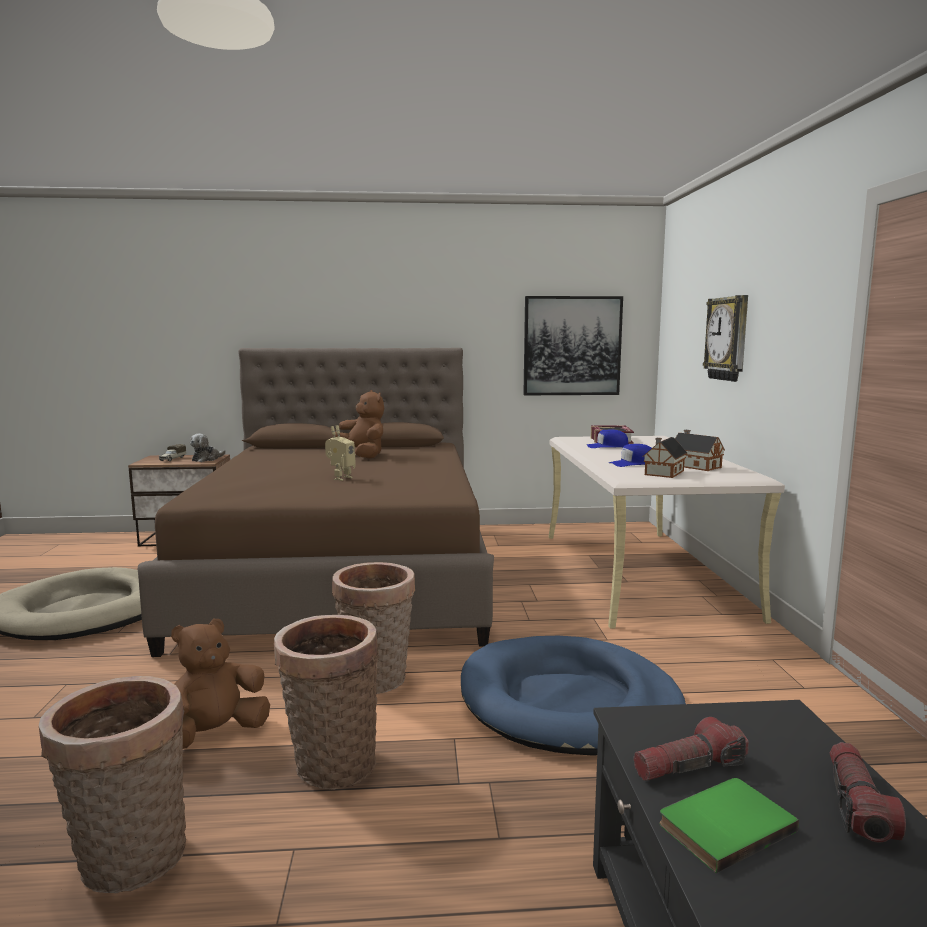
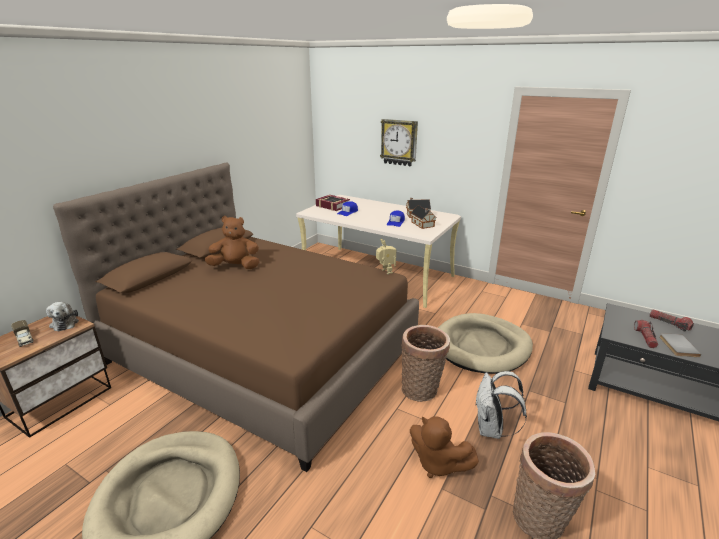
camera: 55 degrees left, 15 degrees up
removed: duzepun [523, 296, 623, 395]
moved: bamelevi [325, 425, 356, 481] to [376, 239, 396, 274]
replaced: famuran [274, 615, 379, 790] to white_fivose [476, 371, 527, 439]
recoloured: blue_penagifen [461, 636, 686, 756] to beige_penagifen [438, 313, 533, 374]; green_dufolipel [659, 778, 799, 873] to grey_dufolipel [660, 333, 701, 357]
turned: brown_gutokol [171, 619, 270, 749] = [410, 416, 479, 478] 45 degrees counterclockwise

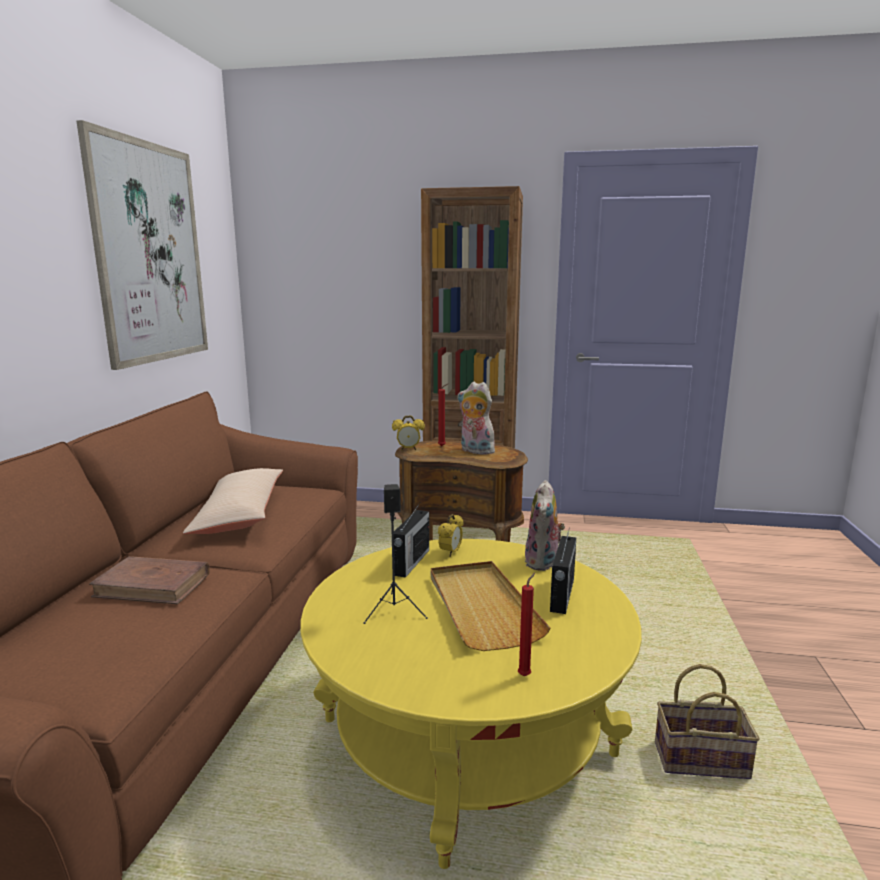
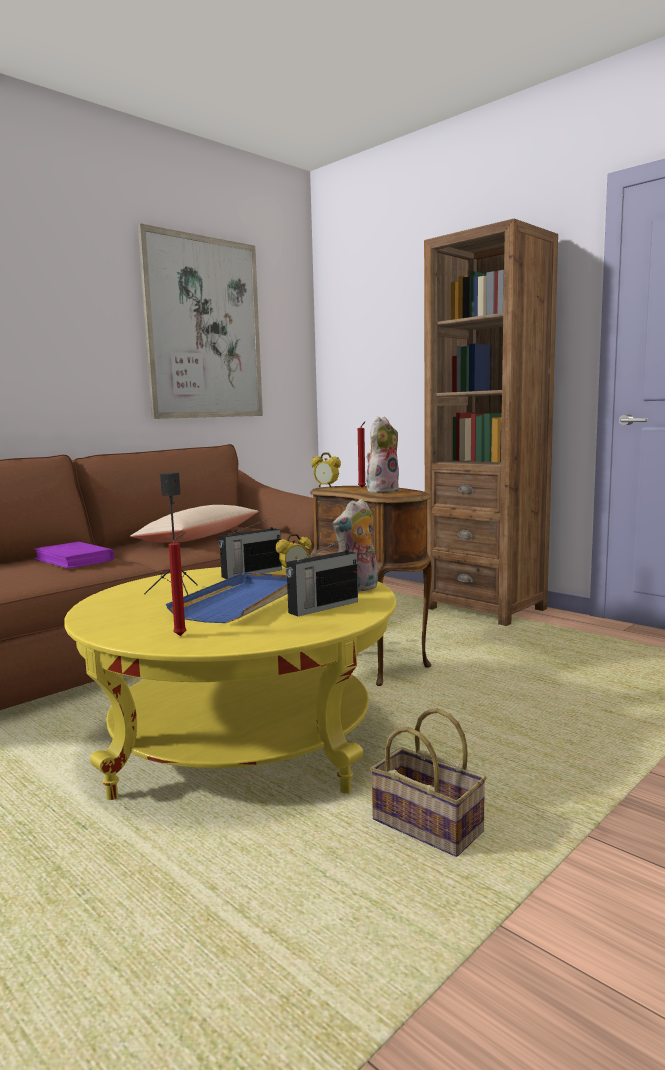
camera: 35 degrees right, 5 degrees down
recoloured: brown_dufolipel [89, 556, 210, 604] to purple_dufolipel [34, 542, 115, 569]; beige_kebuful [431, 561, 550, 651] to blue_kebuful [166, 572, 288, 623]
turned: gutokol [457, 382, 495, 454] = [367, 416, 399, 493] 60 degrees clockwise

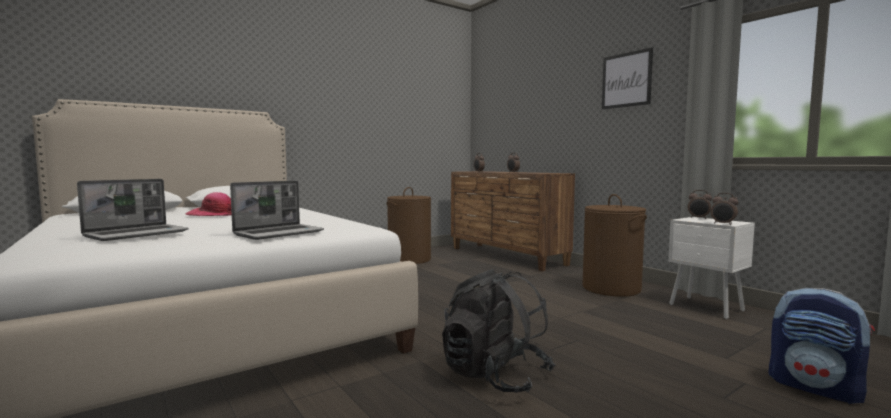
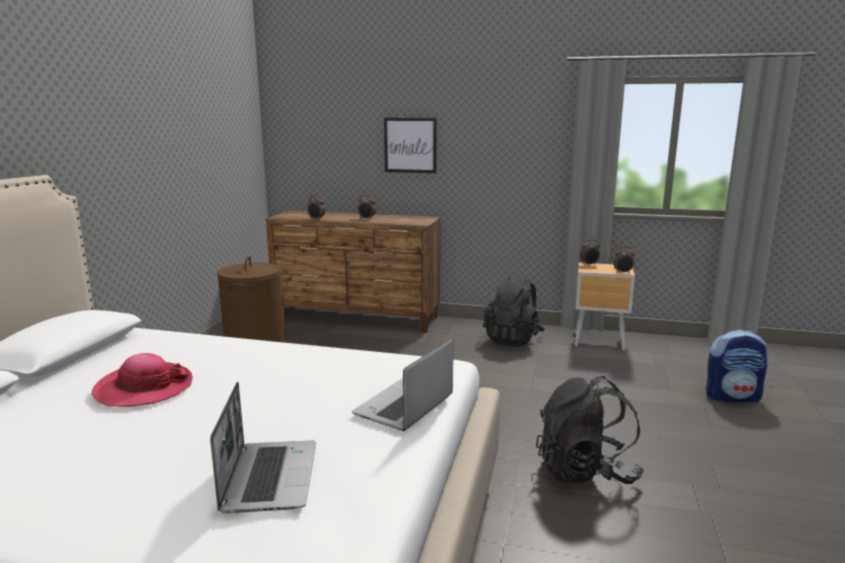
camera: 40 degrees left, 10 degrees up
moved: duzepun [602, 47, 653, 110] to [384, 118, 437, 173]
replaced: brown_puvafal [583, 194, 647, 297] to black_fivose [483, 277, 545, 347]
recoloured: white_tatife [668, 217, 755, 319] to brown_tatife [574, 262, 635, 351]
turned: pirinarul [230, 181, 324, 240] = [352, 339, 453, 431] 150 degrees counterclockwise

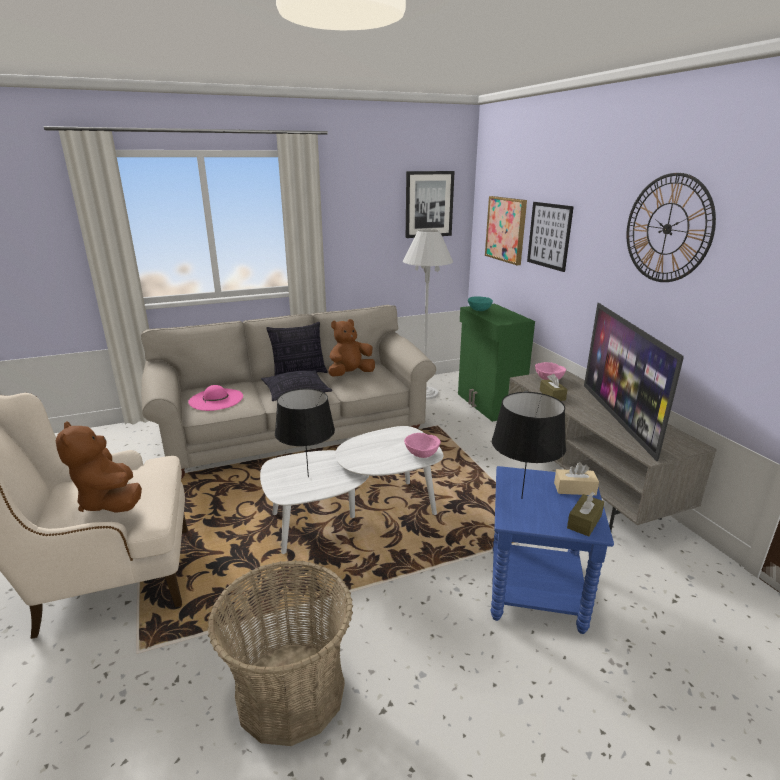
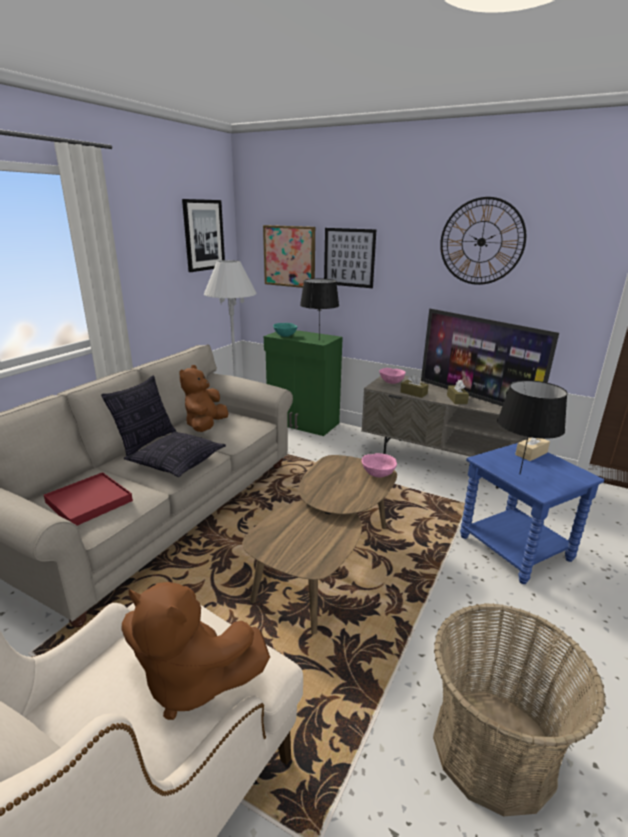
camera: 40 degrees left, 0 degrees up
moved: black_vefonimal [275, 389, 335, 478] to [300, 279, 339, 333]; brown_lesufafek [567, 492, 604, 536] to [447, 380, 469, 404]
replaced: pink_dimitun [188, 385, 243, 411] to red_kebuful [44, 472, 133, 526]
recoloured: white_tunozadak [260, 426, 443, 554] to brown_tunozadak [242, 455, 397, 634]

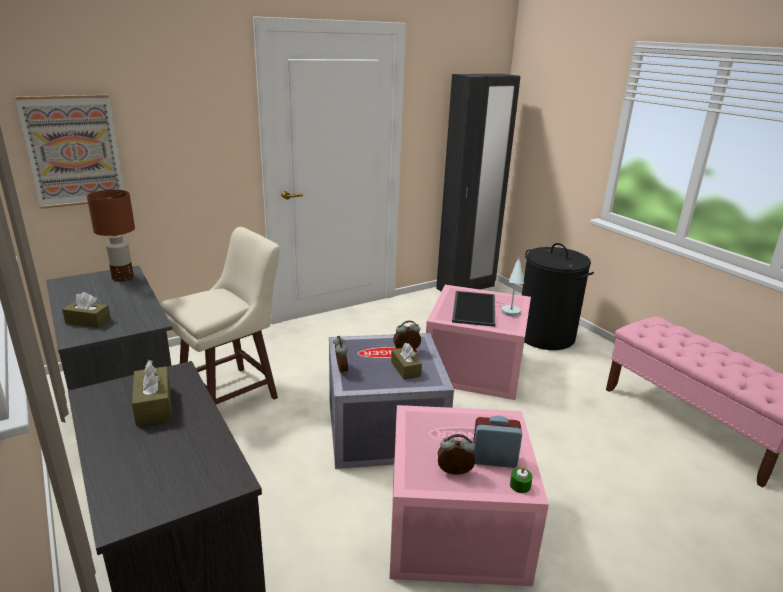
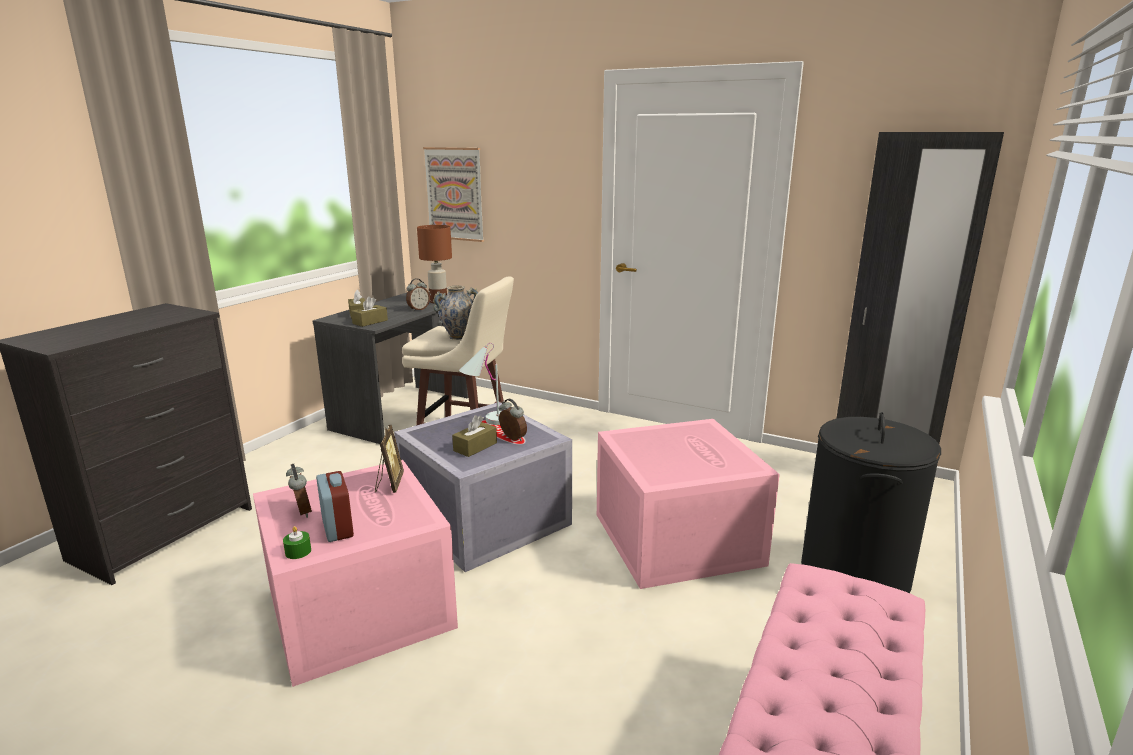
camera: 60 degrees right, 5 degrees down
removed: kebuful [452, 291, 495, 327]
added: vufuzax [433, 285, 478, 340]; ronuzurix [375, 425, 404, 493]
moved: white_vefonimal [501, 256, 524, 317] to [459, 343, 501, 425]; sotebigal [333, 336, 348, 375] to [406, 279, 430, 311]; brown_lesufafek [132, 360, 172, 426] to [351, 296, 388, 327]

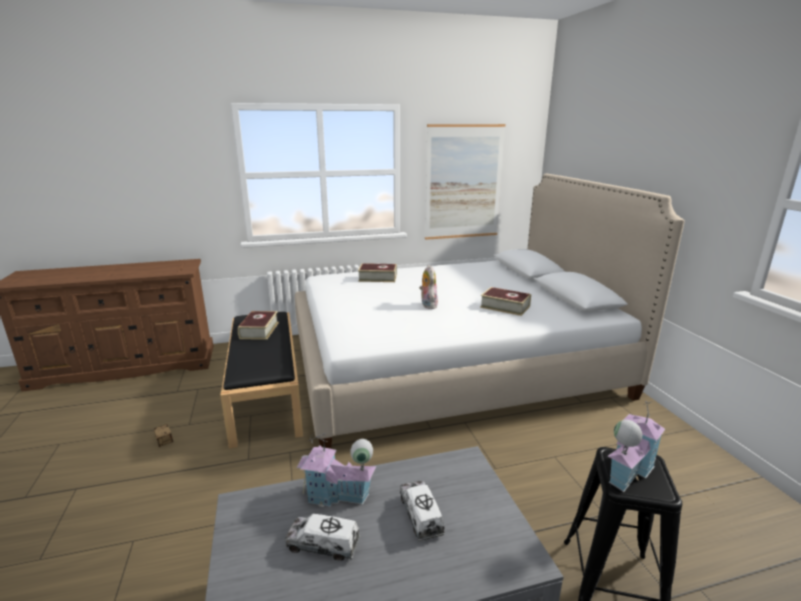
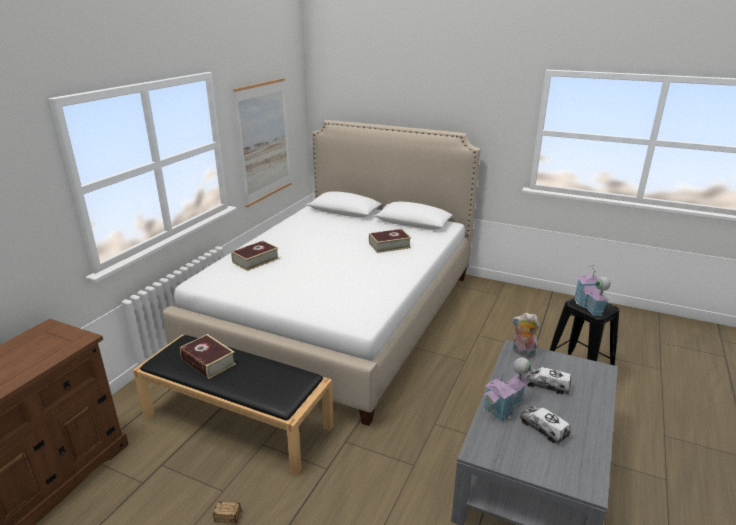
camera: 50 degrees left, 5 degrees up
moved: gutokol [419, 265, 438, 309] to [512, 313, 539, 358]
turned: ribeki [285, 514, 360, 561] = [520, 406, 571, 445] 90 degrees clockwise

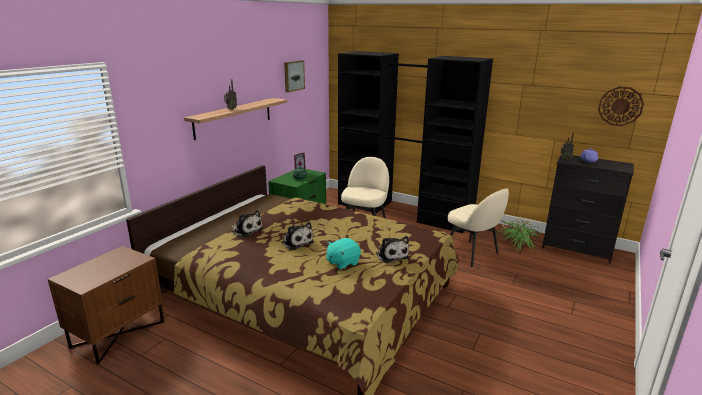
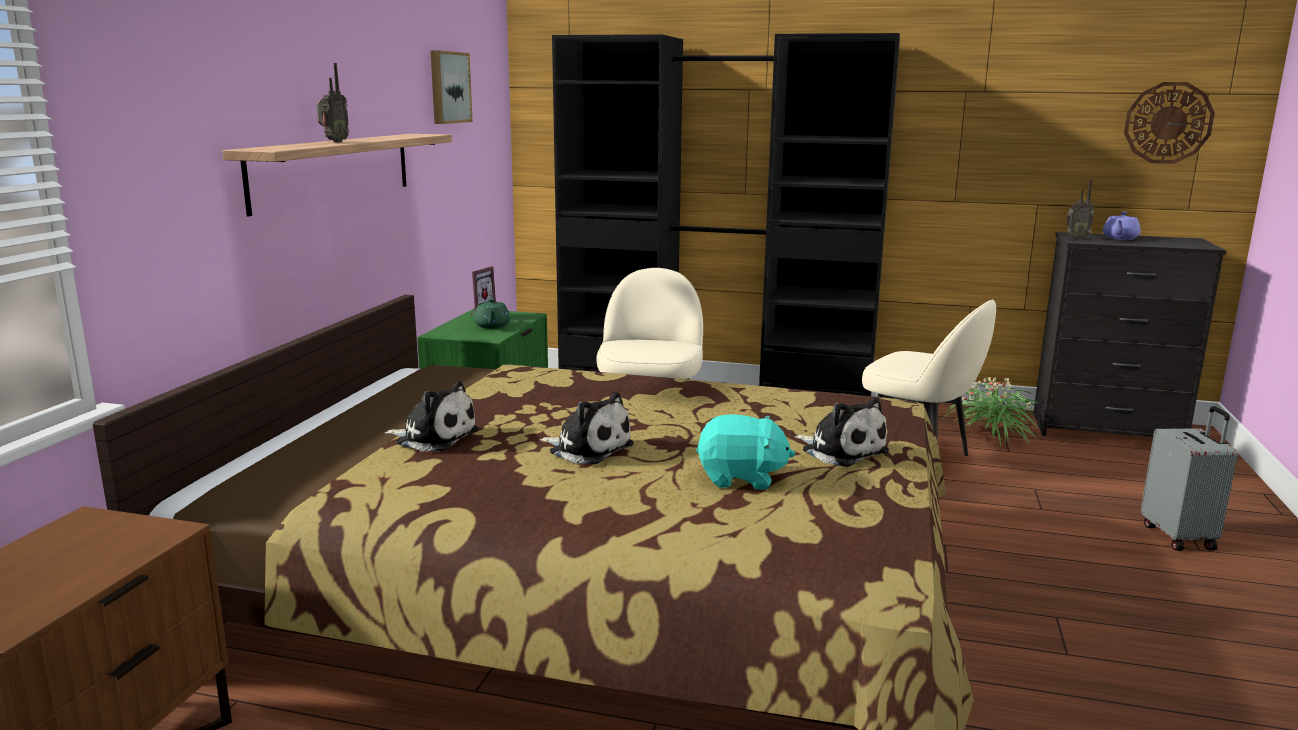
camera: 15 degrees left, 5 degrees down
added: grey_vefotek [1141, 406, 1238, 551]
turned: turquoise_gutokol [326, 238, 361, 270] = [696, 415, 795, 490] 120 degrees counterclockwise

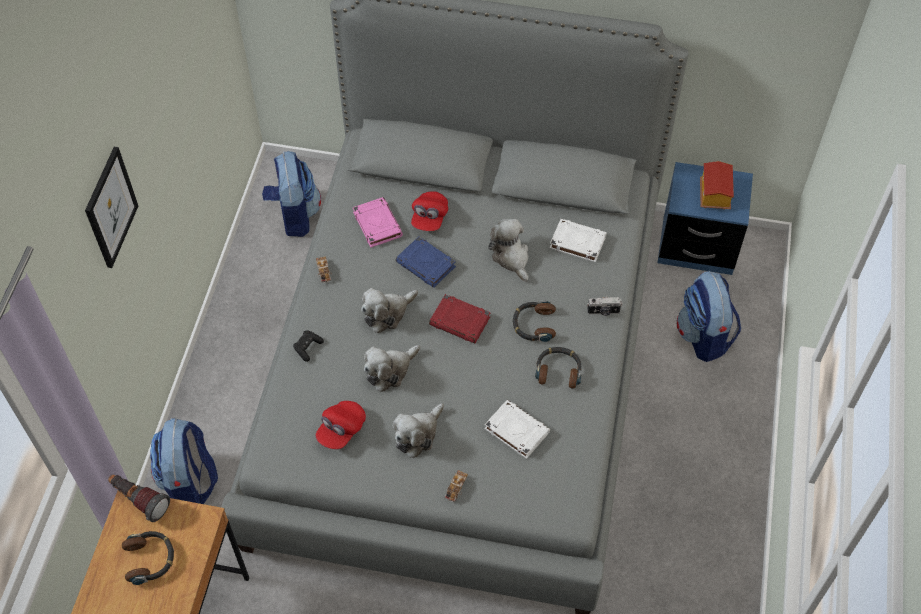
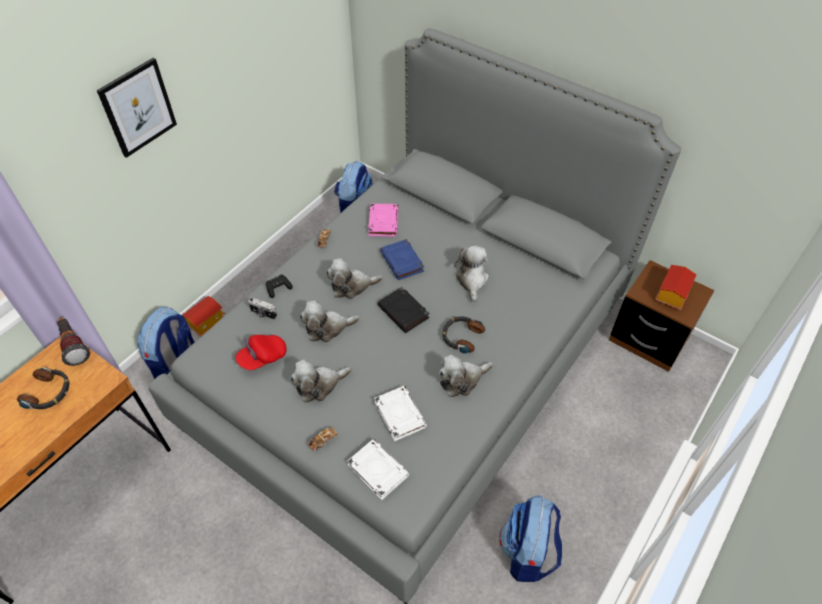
camera: 25 degrees right, 5 degrees down
removed: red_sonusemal [411, 191, 448, 231]
added: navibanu [182, 296, 225, 337]
moved: white_dufolipel [550, 219, 607, 262] to [347, 439, 409, 500]; fivose [676, 271, 741, 362] to [499, 495, 562, 582]; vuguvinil [587, 297, 622, 316] to [248, 297, 277, 320]
replaced: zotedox [535, 347, 582, 389] to gutokol [439, 354, 493, 397]
recoloured: blue_tatife [657, 162, 753, 275] to brown_tatife [609, 260, 715, 372]; red_dufolipel [429, 294, 491, 343] to black_dufolipel [378, 287, 429, 333]

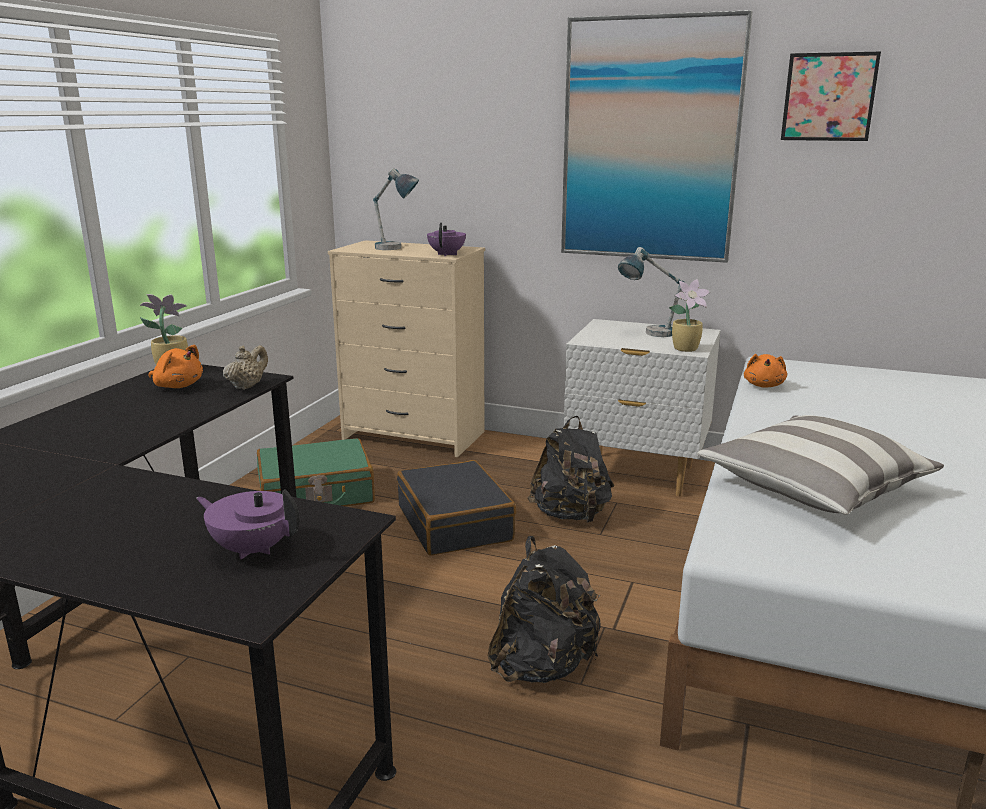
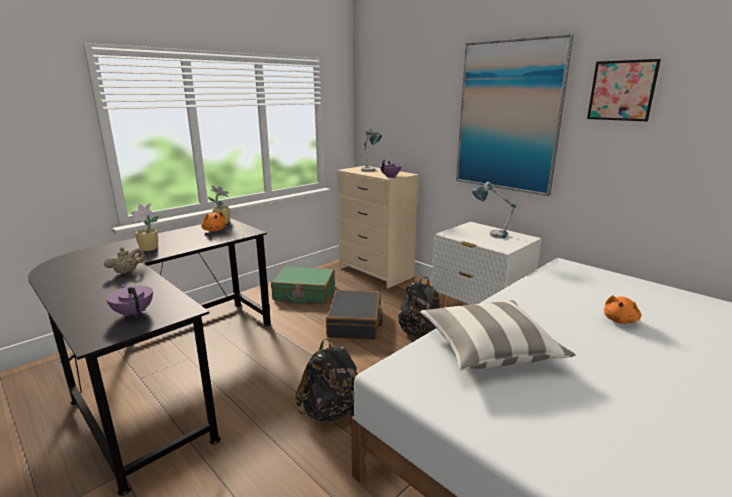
camera: 25 degrees right, 0 degrees up
moved: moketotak [669, 279, 711, 352] to [131, 203, 159, 251]; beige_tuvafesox [223, 345, 268, 390] to [104, 247, 145, 274]; orange_gutokol [744, 354, 787, 387] to [604, 295, 641, 324]

